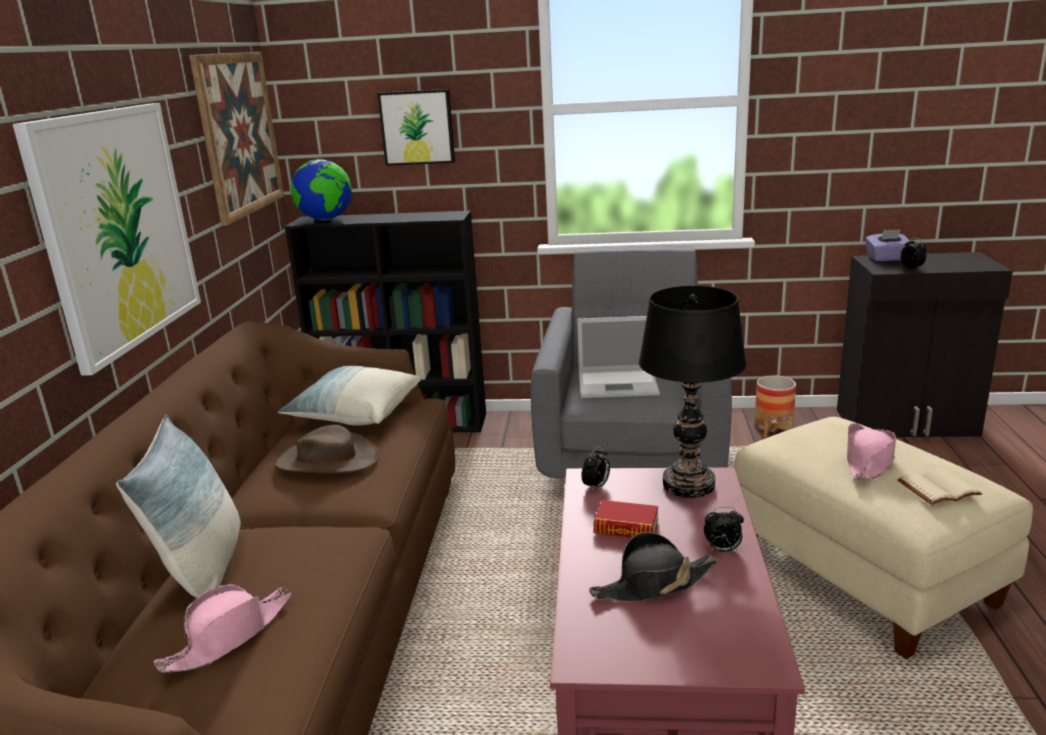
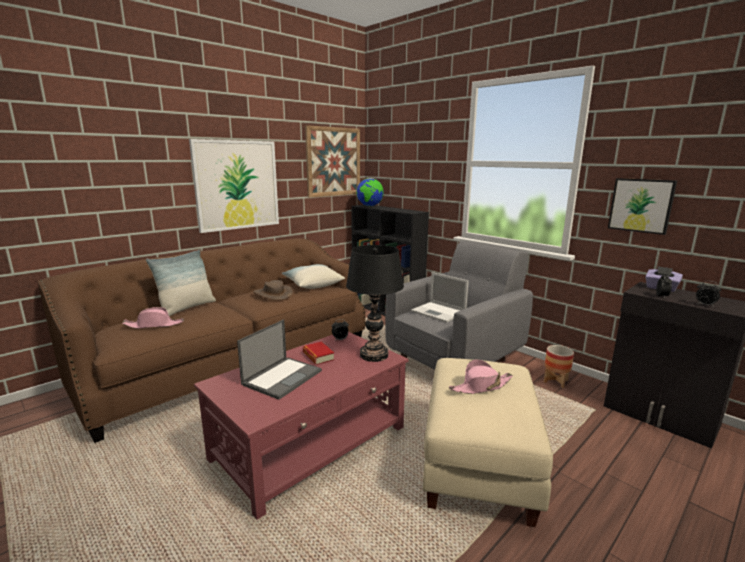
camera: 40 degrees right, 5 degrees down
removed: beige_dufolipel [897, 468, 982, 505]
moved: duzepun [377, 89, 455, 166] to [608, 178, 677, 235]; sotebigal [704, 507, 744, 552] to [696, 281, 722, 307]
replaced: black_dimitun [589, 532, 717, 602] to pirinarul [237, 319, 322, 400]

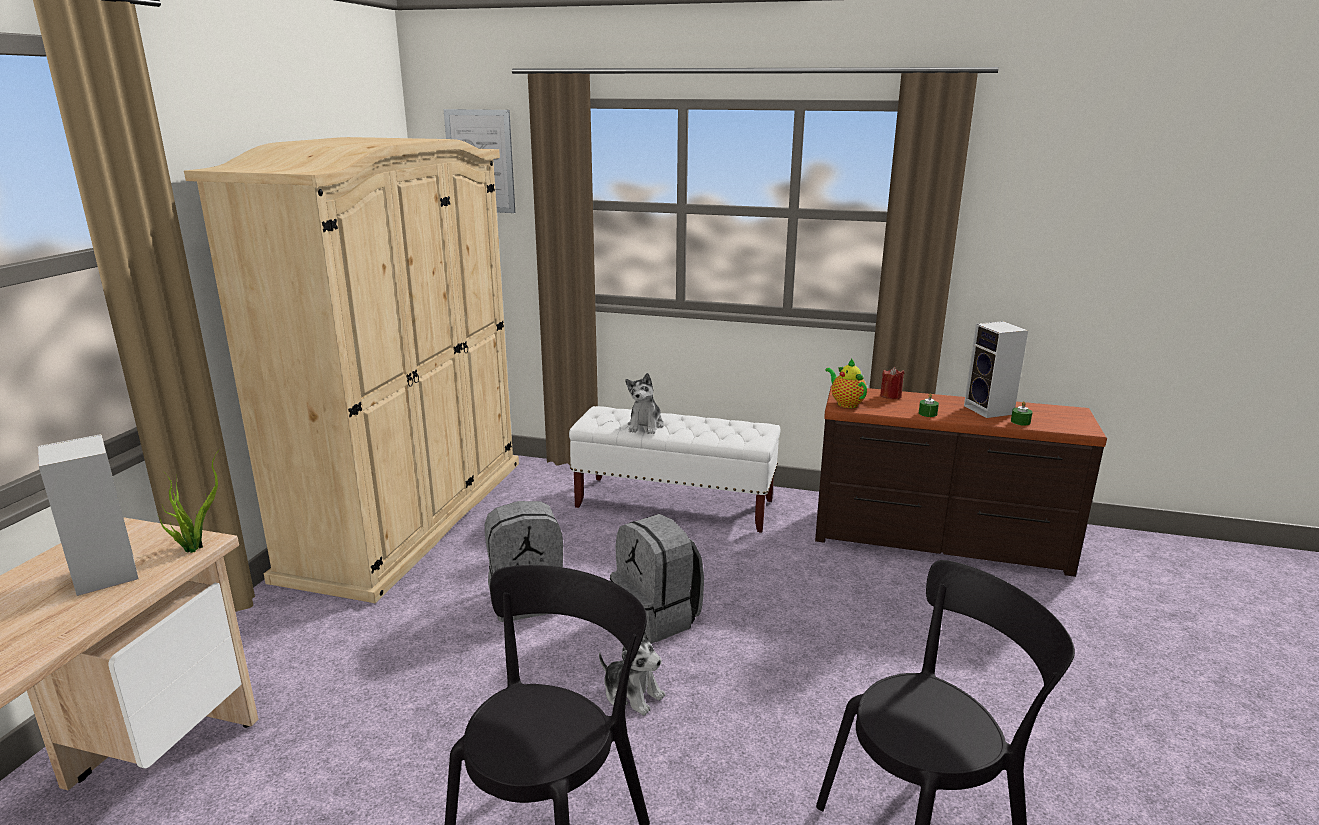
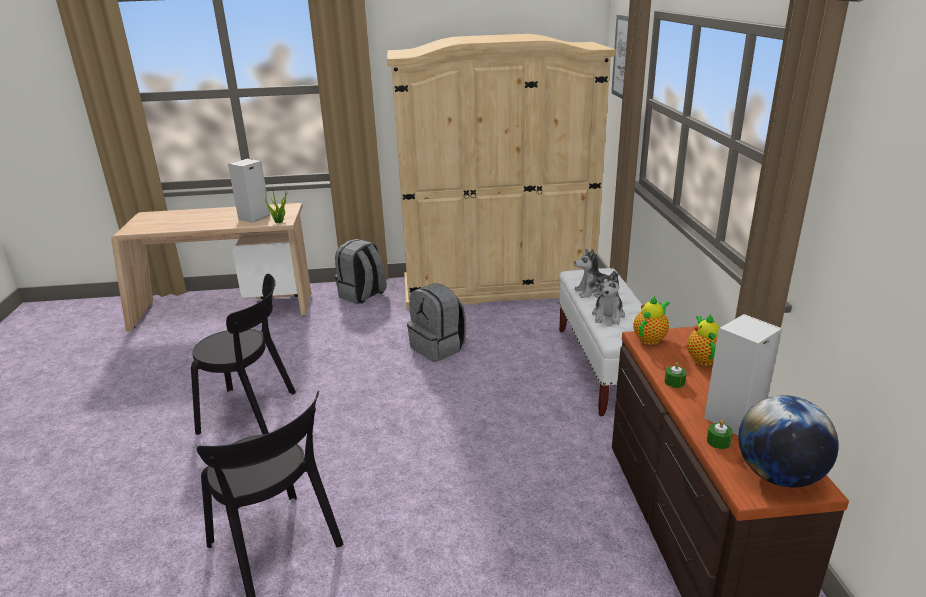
camera: 70 degrees right, 5 degrees up
added: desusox [739, 395, 839, 488]
moved: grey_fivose [610, 514, 704, 644] to [335, 239, 387, 304]; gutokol [599, 632, 665, 715] to [592, 271, 625, 325]
replaced: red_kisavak [880, 367, 904, 399] to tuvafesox [687, 314, 719, 366]

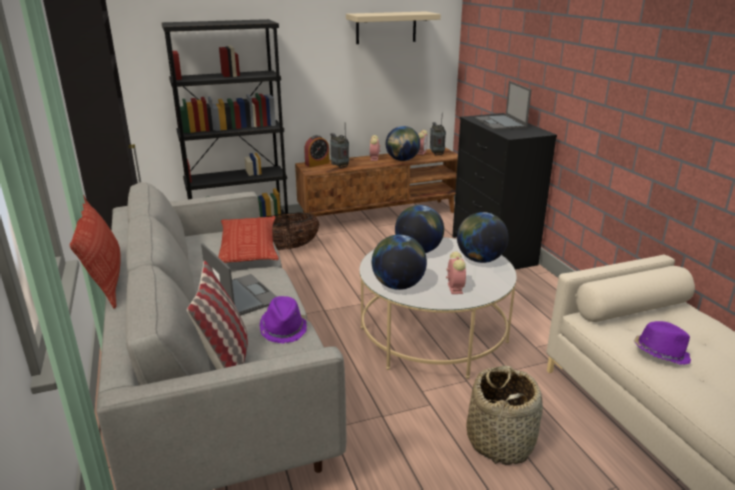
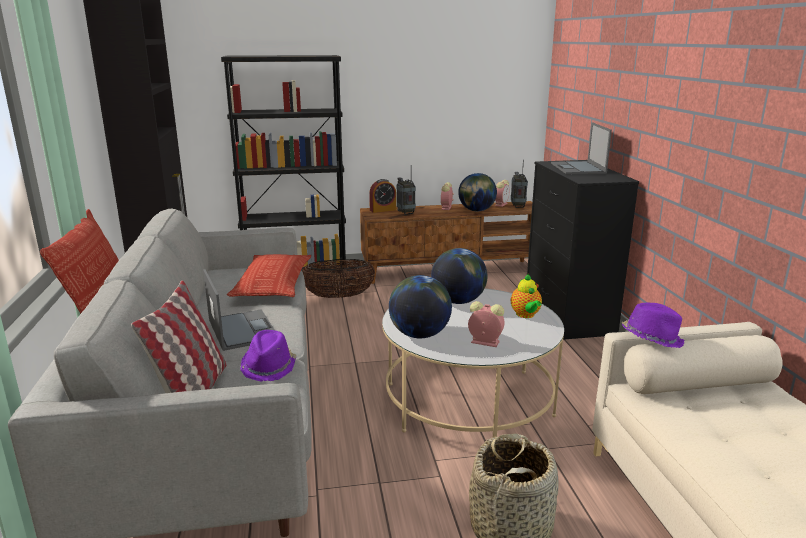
camera: 10 degrees right, 5 degrees down
removed: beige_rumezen [346, 11, 441, 44]
moved: purple_dimitun [634, 321, 691, 365] to [622, 303, 684, 348]
replaced: desusox [457, 212, 509, 263] to tuvafesox [511, 274, 542, 318]
turned: sotebigal [446, 252, 466, 294] = [468, 301, 505, 347] 75 degrees counterclockwise

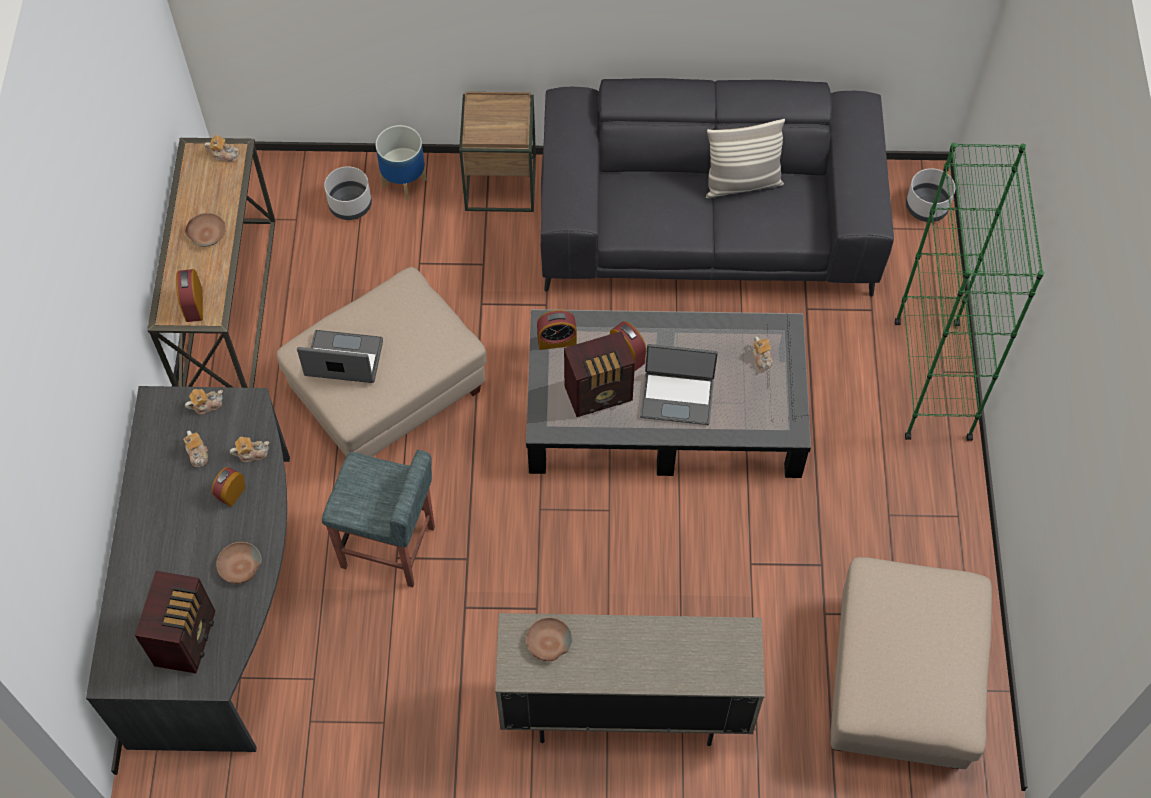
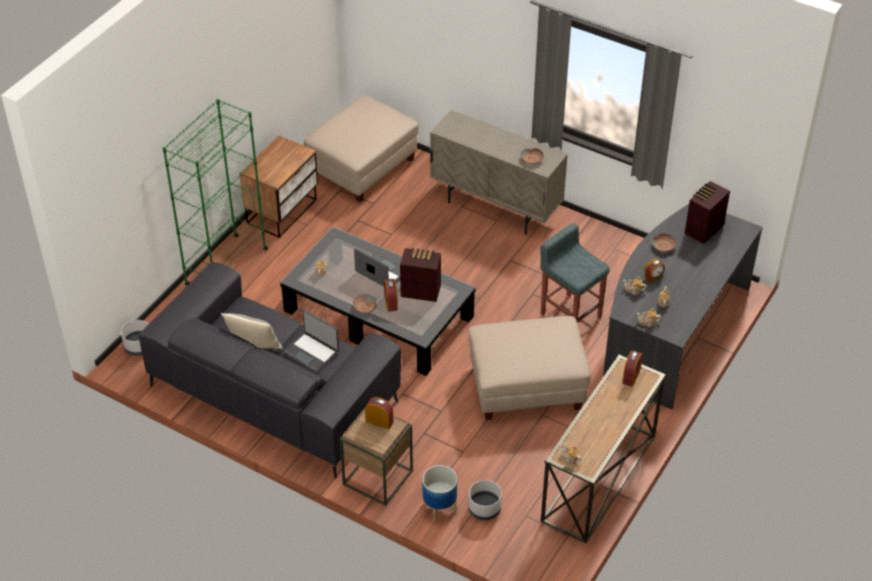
camera: 150 degrees left, 15 degrees down
added: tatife [239, 136, 318, 238]
moved: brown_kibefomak [185, 213, 226, 247] to [353, 294, 377, 313]; sotebigal [537, 310, 577, 350] to [365, 397, 393, 429]; pirinarul [297, 330, 383, 383] to [283, 309, 339, 373]

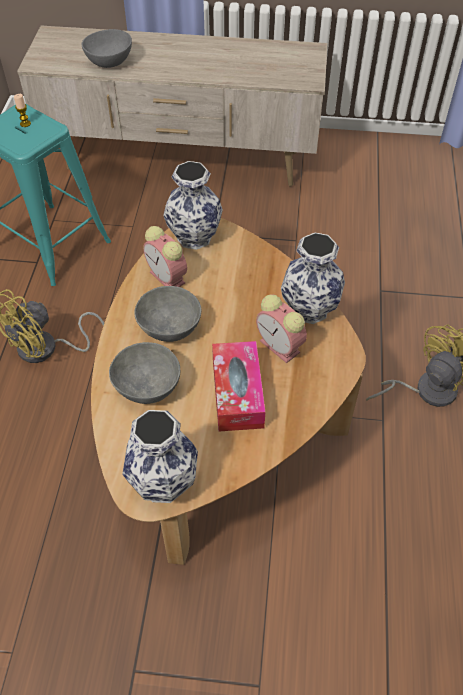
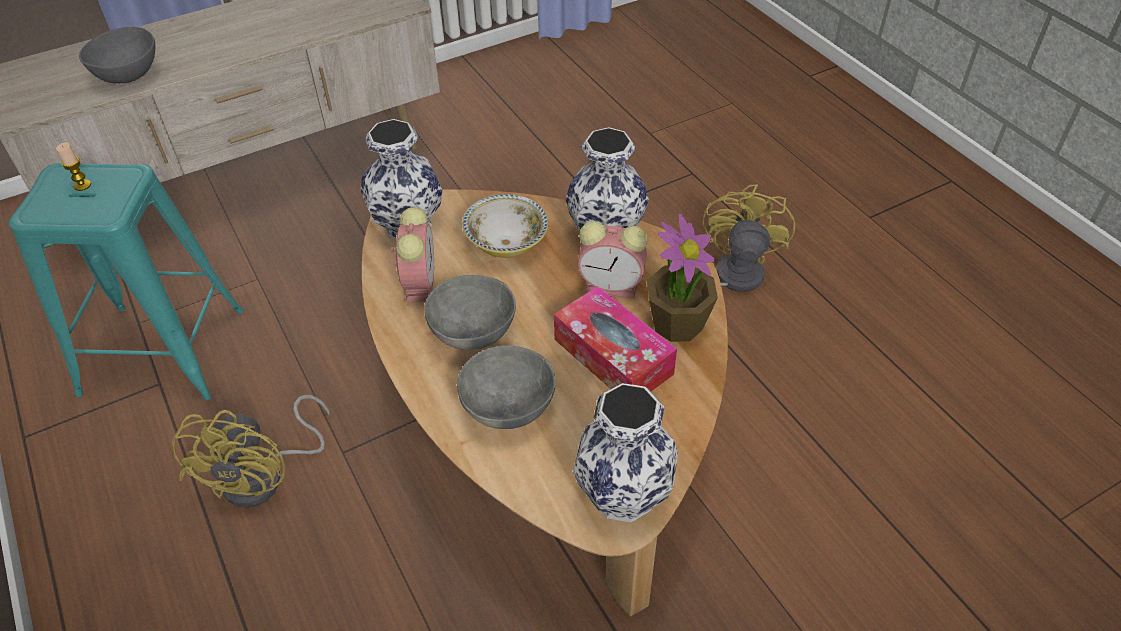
camera: 35 degrees left, 5 degrees down
added: kibefomak [462, 194, 549, 258]; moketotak [647, 213, 718, 342]
turned: sotebigal [143, 226, 187, 287] = [391, 207, 435, 302] 105 degrees counterclockwise

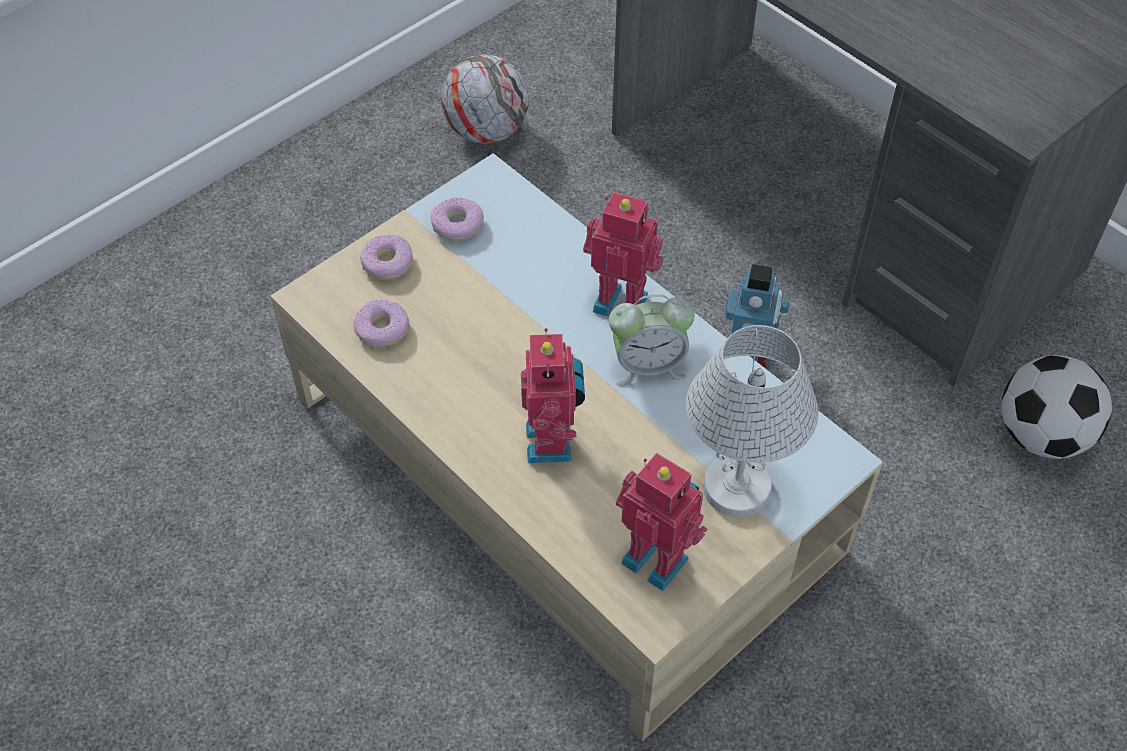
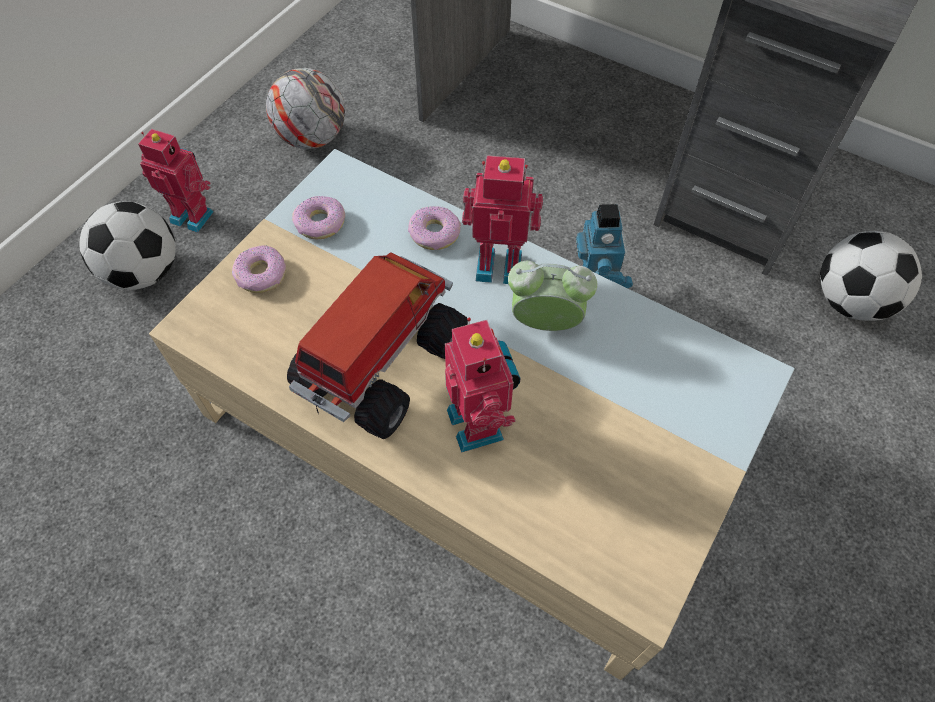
camera: 15 degrees left, 5 degrees up
removed: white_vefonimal [686, 325, 819, 517]
added: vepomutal [80, 201, 176, 290]; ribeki [287, 252, 468, 439]
moved: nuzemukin [354, 300, 410, 347] to [408, 206, 461, 250]; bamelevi [616, 453, 707, 591] to [138, 129, 214, 233]
turned: sotebigal [609, 294, 695, 386] = [508, 261, 597, 331] 150 degrees counterclockwise

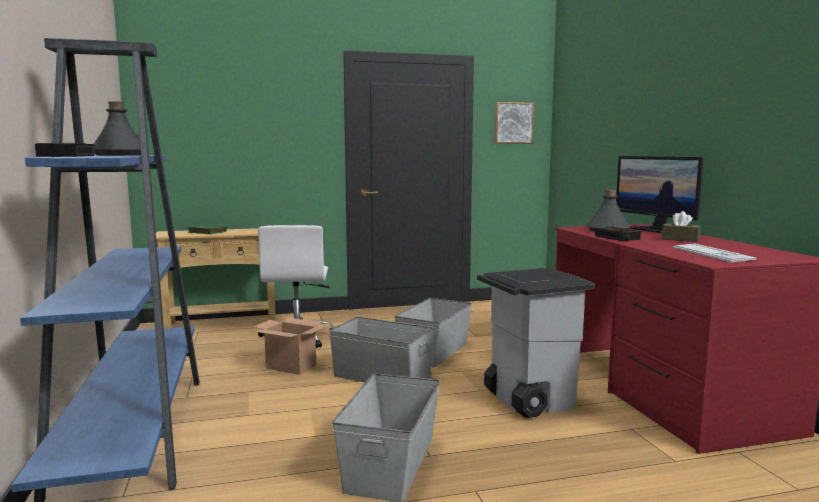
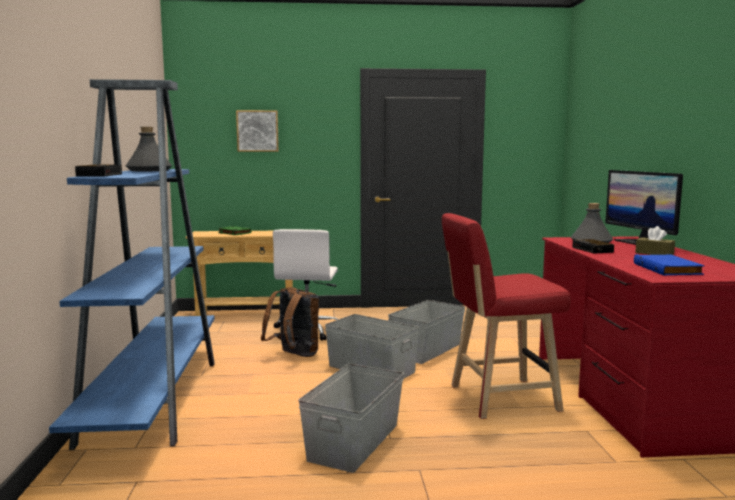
camera: 10 degrees right, 0 degrees up
moved: duzepun [494, 102, 534, 144] to [236, 110, 279, 152]
replaced: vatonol [673, 243, 757, 262] to blue_dufolipel [634, 254, 705, 276]; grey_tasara [477, 268, 595, 418] to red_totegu [442, 213, 571, 419]; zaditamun [253, 318, 326, 375] to brown_fivose [261, 287, 319, 357]

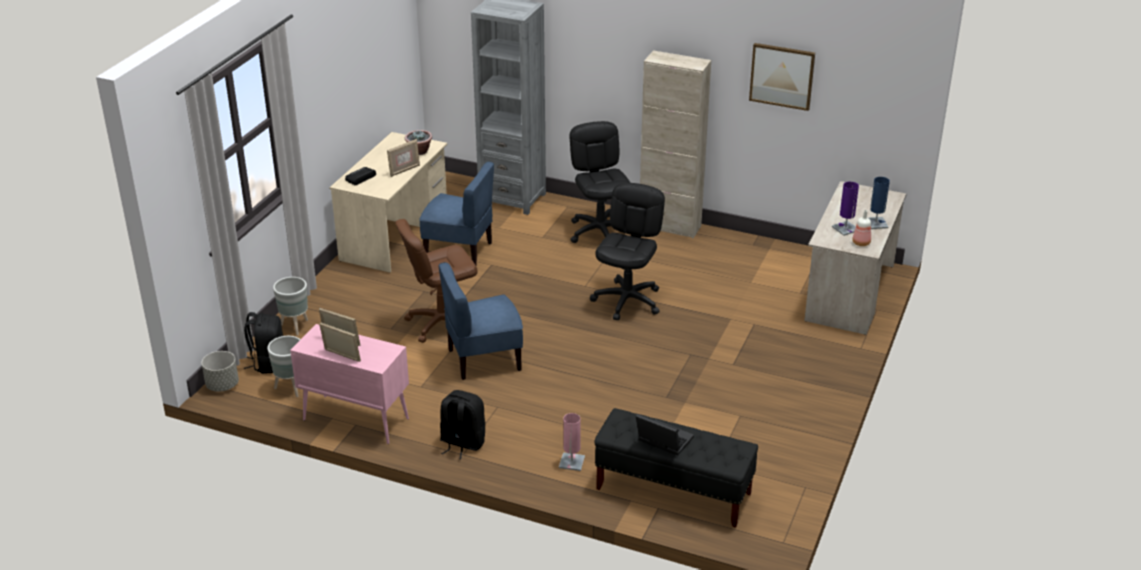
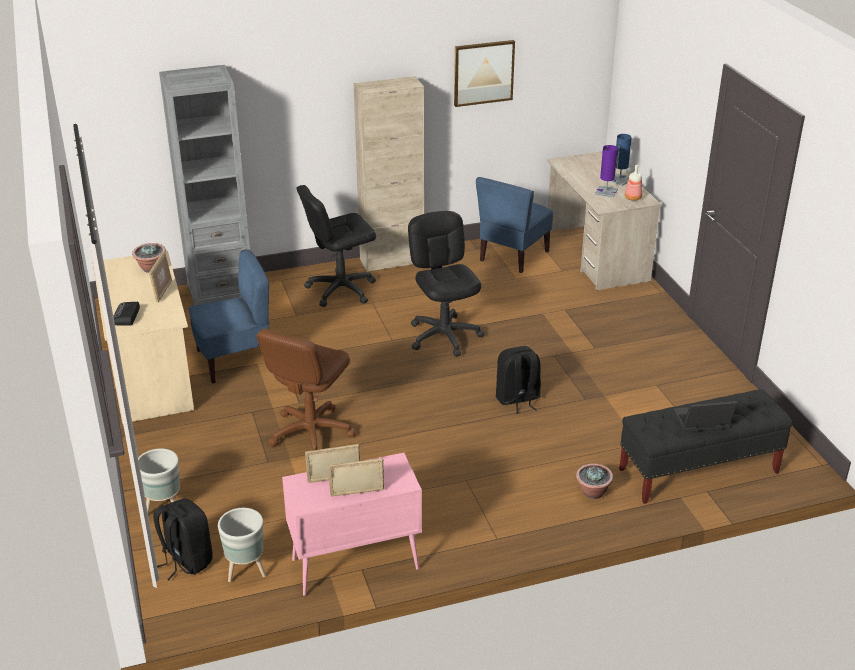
camera: 40 degrees left, 0 degrees up
removed: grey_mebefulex [202, 351, 239, 392]
moved: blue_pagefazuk [438, 262, 523, 380] to [476, 177, 553, 273]; black_fivose [440, 390, 486, 460] to [496, 346, 541, 414]
replaced: pink_vefonimal [559, 413, 585, 471] to moketotak [576, 463, 613, 499]
turned: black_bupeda [570, 121, 630, 243] = [297, 185, 376, 307] 60 degrees counterclockwise

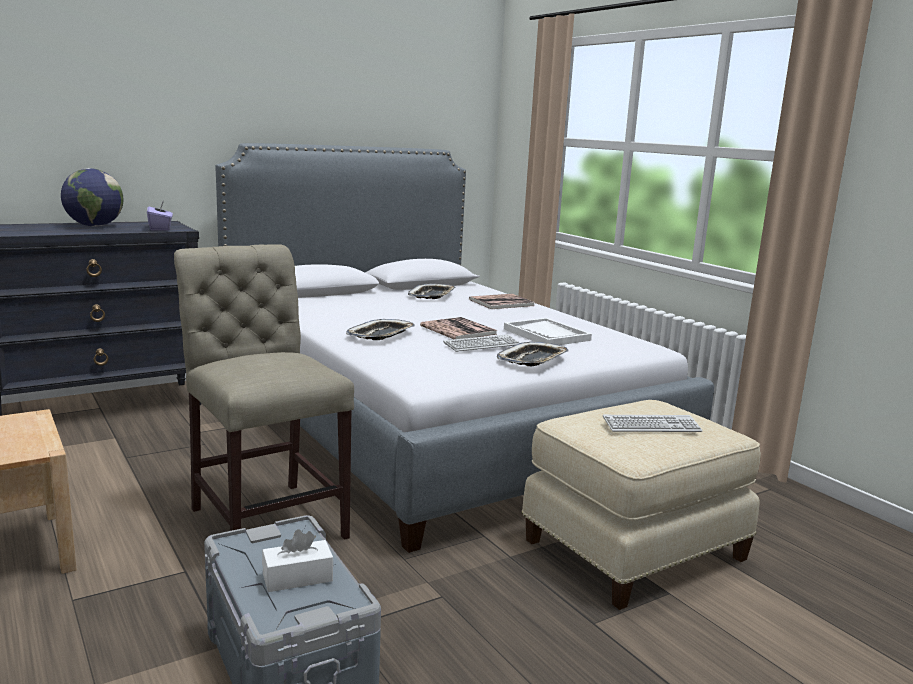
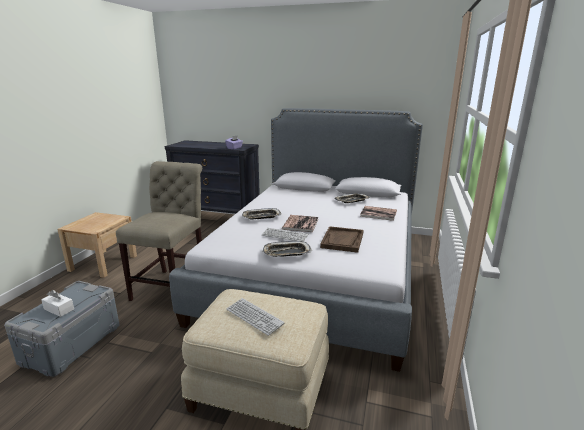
camera: 50 degrees right, 5 degrees up
removed: desusox [61, 168, 124, 226]
recoloured: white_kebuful [504, 318, 592, 345] to brown_kebuful [320, 226, 363, 253]

